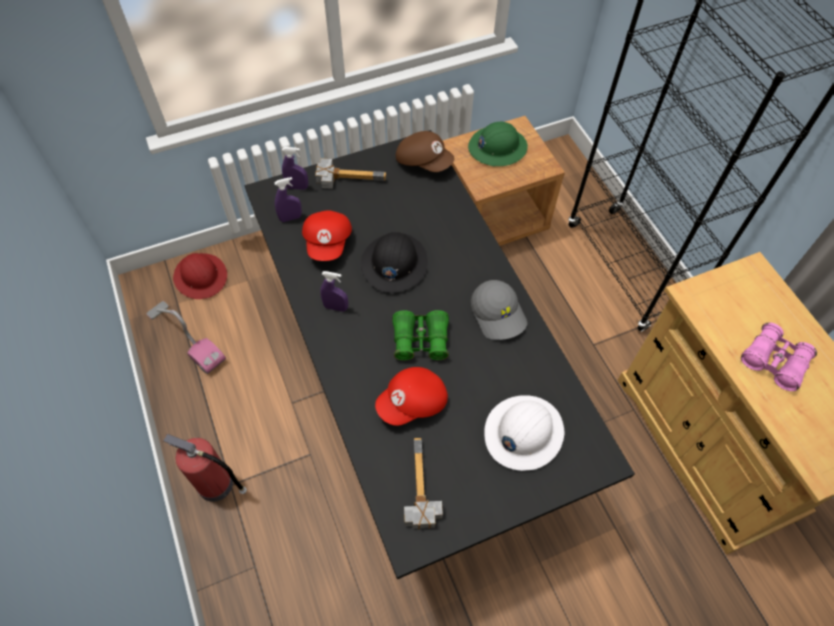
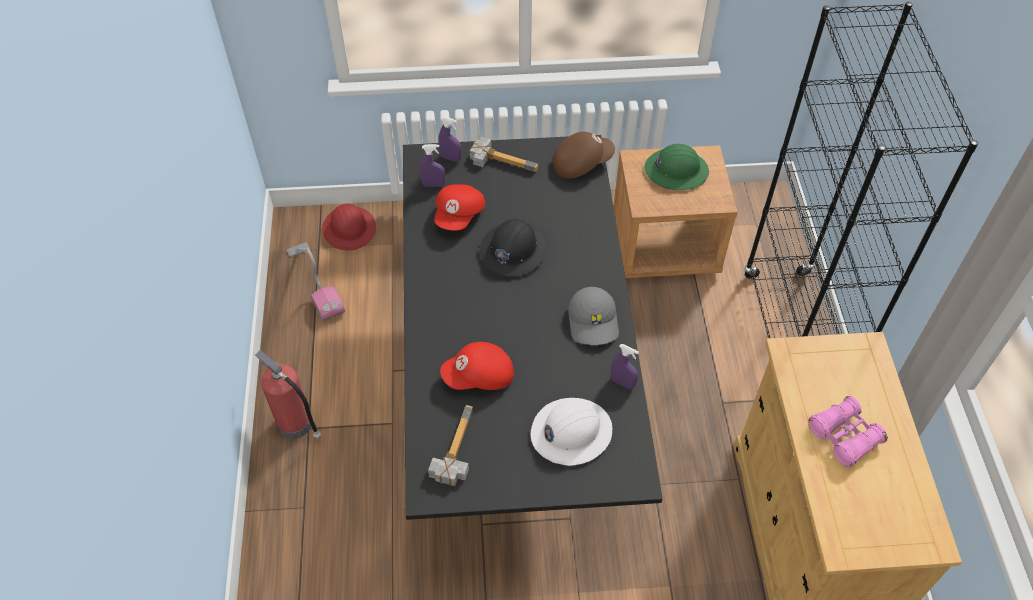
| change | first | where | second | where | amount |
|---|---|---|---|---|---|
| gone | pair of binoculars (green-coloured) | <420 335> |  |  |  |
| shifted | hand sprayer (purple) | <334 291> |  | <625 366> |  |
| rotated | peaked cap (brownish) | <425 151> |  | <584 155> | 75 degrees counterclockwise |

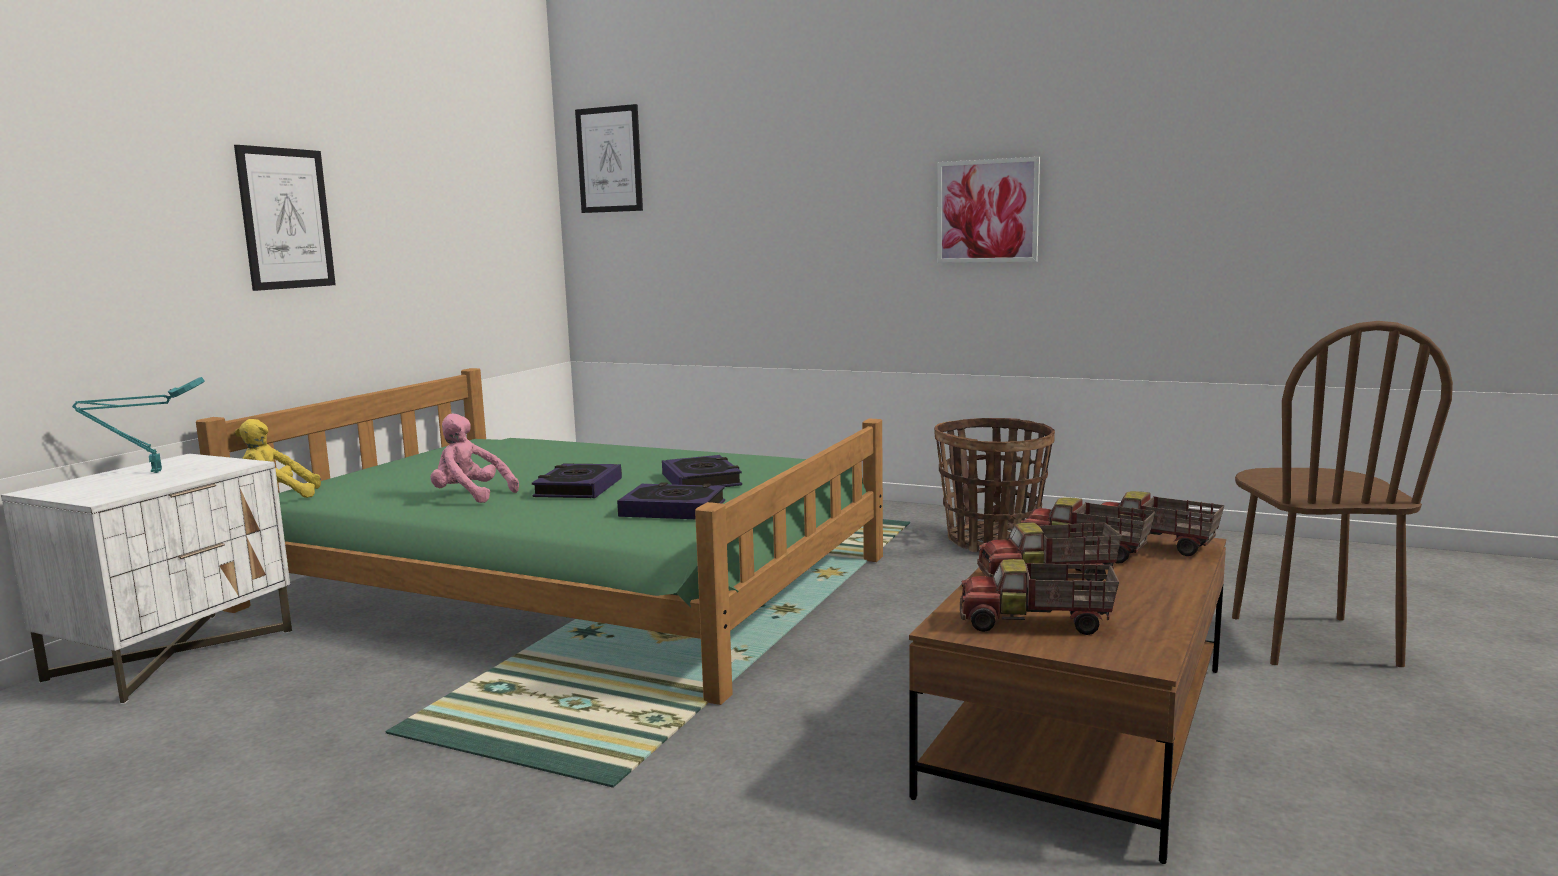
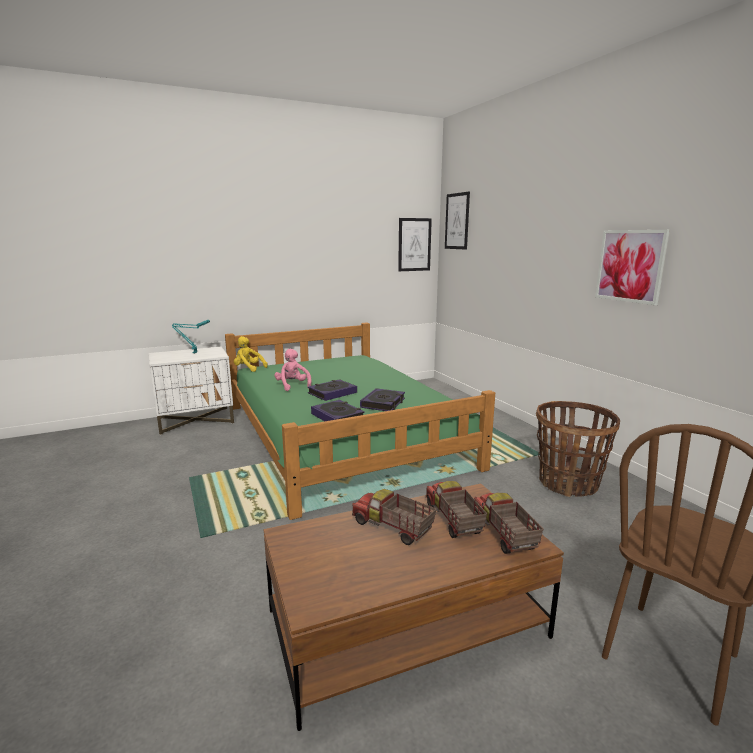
| change | first | where | second | where | amount |
|---|---|---|---|---|---|
| gone | toy truck | <1039 597> |  |  |  |
| shifted | picture | <285 218> |  | <415 244> |  |

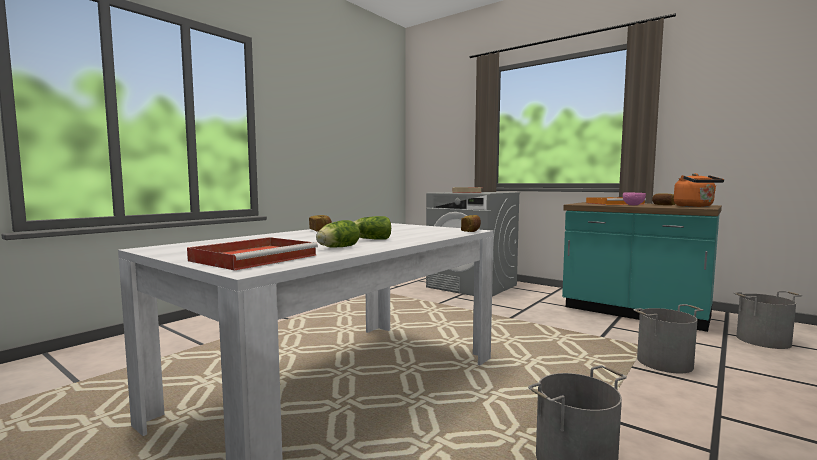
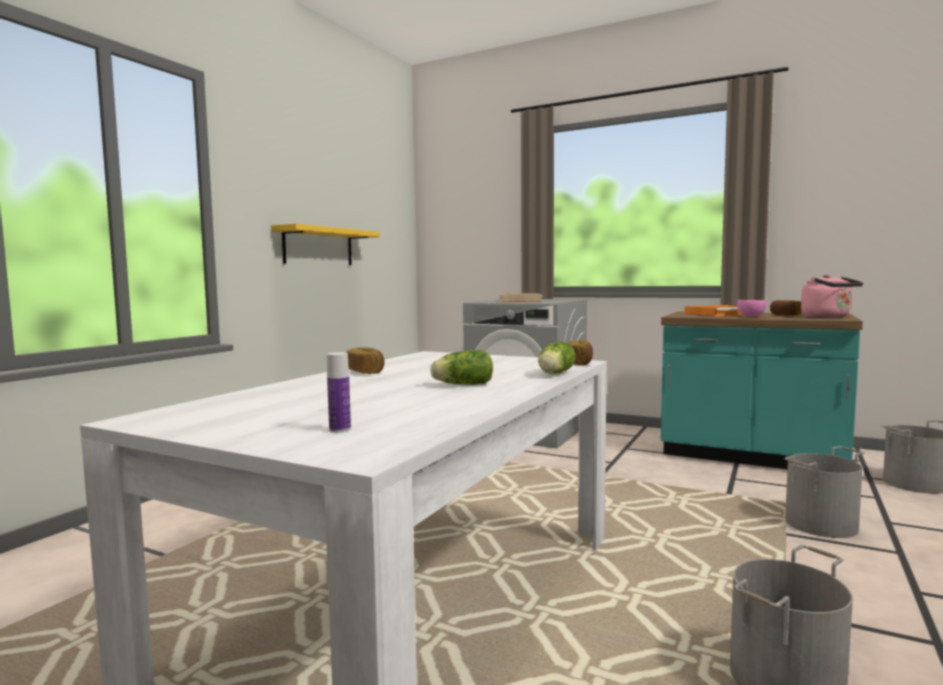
| change | first | where | second | where | amount |
|---|---|---|---|---|---|
| new |  |  | bracket shelf (yellow-coloured) | <325 244> |  |
| shifted | head of lettuce | <338 234> |  | <556 357> |  |
| swapped | serving tray (red-coloured) | <252 253> | bottle | <339 392> |  |
| repainted | tea kettle (orange) | <699 190> | tea kettle (pink-coloured) | <832 296> |  |

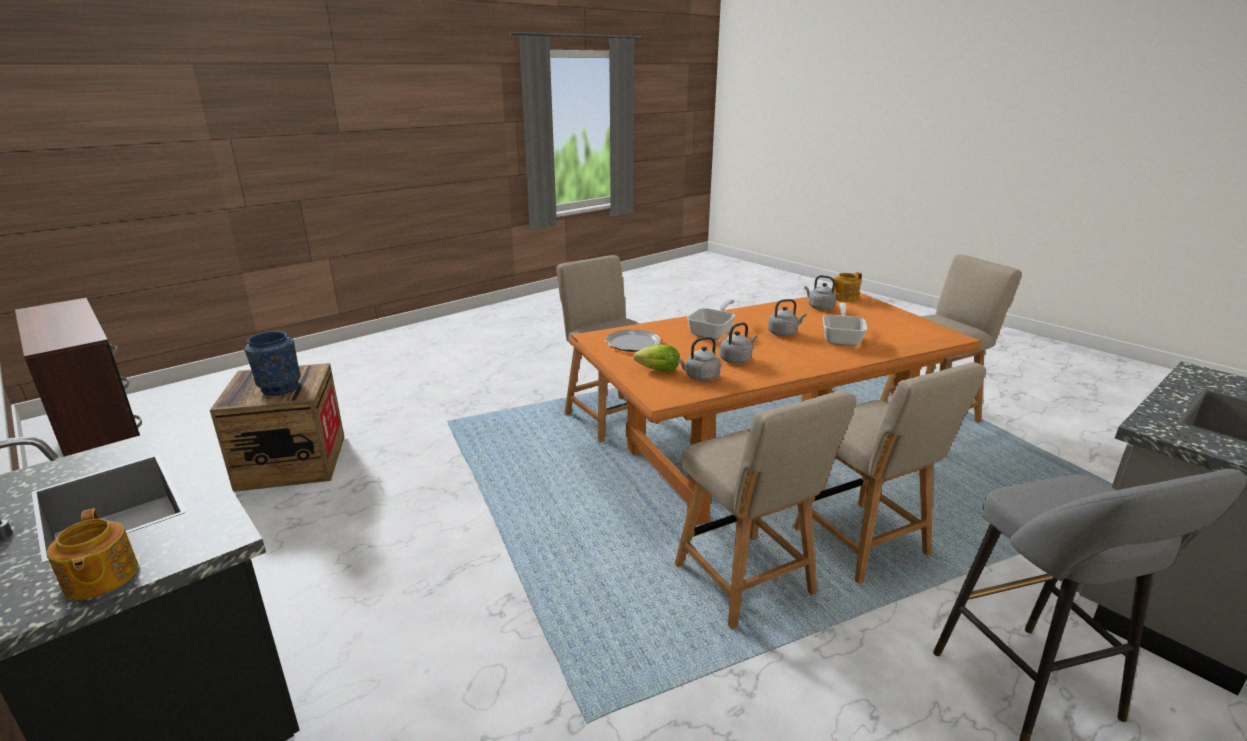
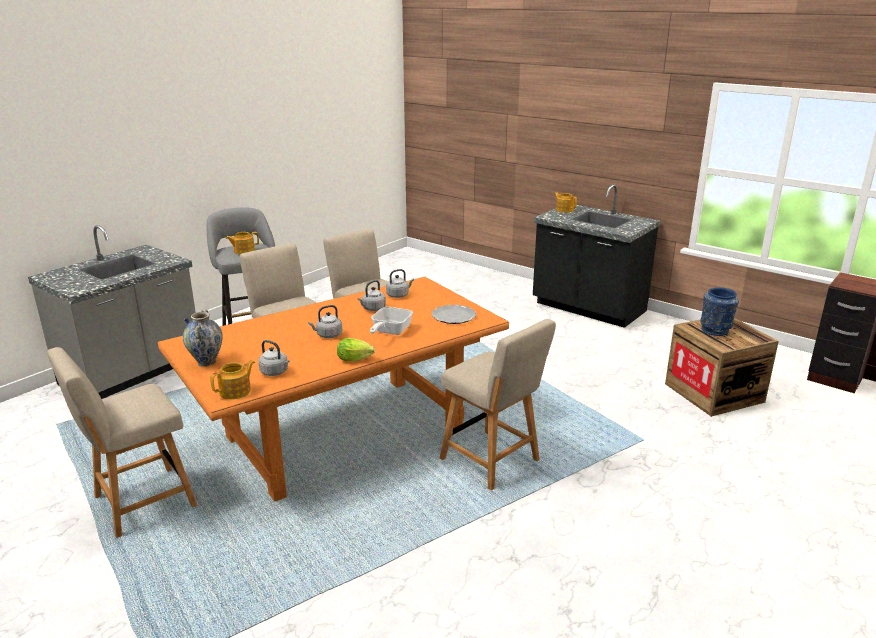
| change | first | where | second | where | amount |
|---|---|---|---|---|---|
| gone | skillet | <845 324> |  |  |  |
| new |  |  | decorative vase | <203 338> |  |
| new |  |  | teapot | <242 243> |  |
| shifted | head of lettuce | <656 358> |  | <356 349> |  |

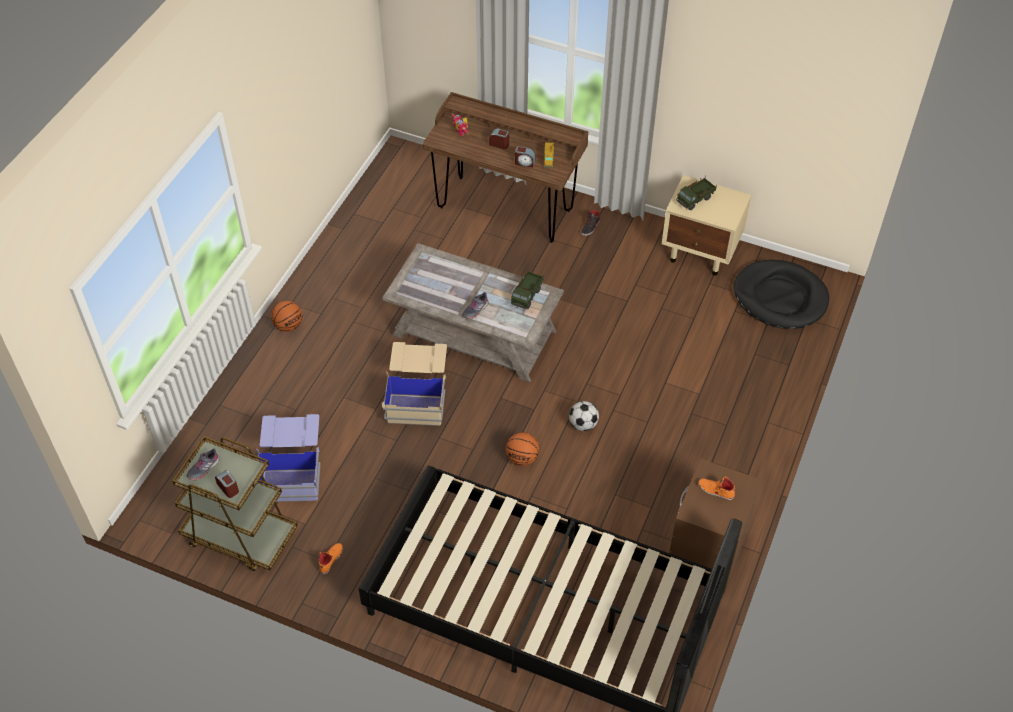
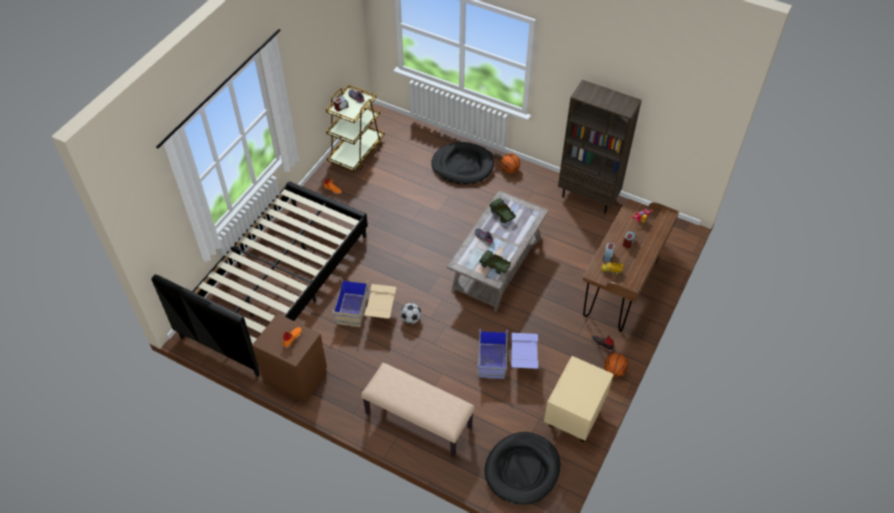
| change | first | where | second | where | amount |
|---|---|---|---|---|---|
| new |  |  | long seat (beige) | <418 409> |  |
| new |  |  | dog bed (blackish) | <462 163> |  |
| new |  |  | bookshelf (brownish) | <600 146> |  |
| shifted | storage container (blue) | <288 458> |  | <507 353> |  |
| shifted | storage container (beige) | <414 384> |  | <364 302> |  |
| shifted | basketball ball | <522 449> |  | <616 365> |  |
| shifted | toy truck | <696 194> |  | <502 210> |  |

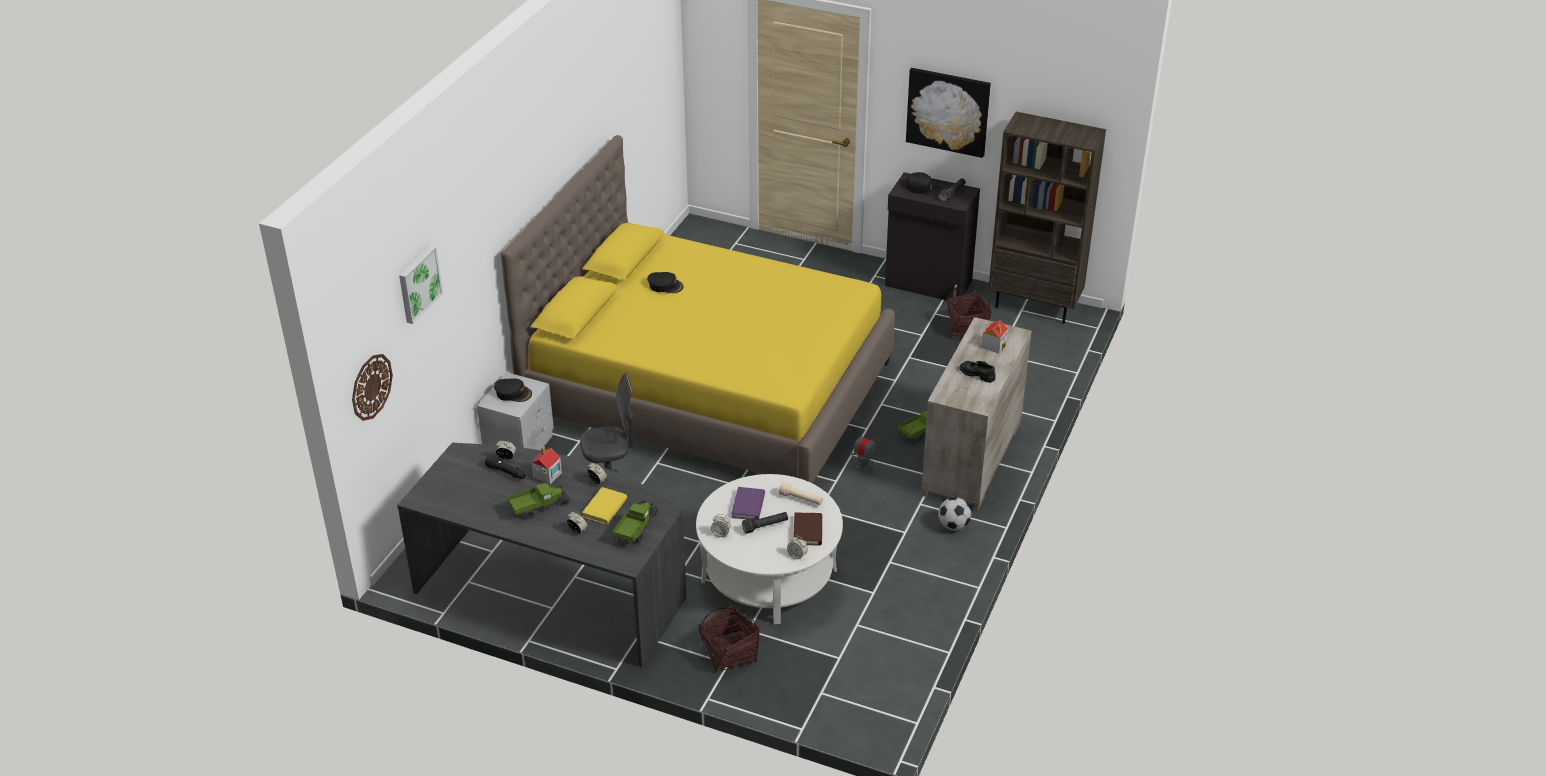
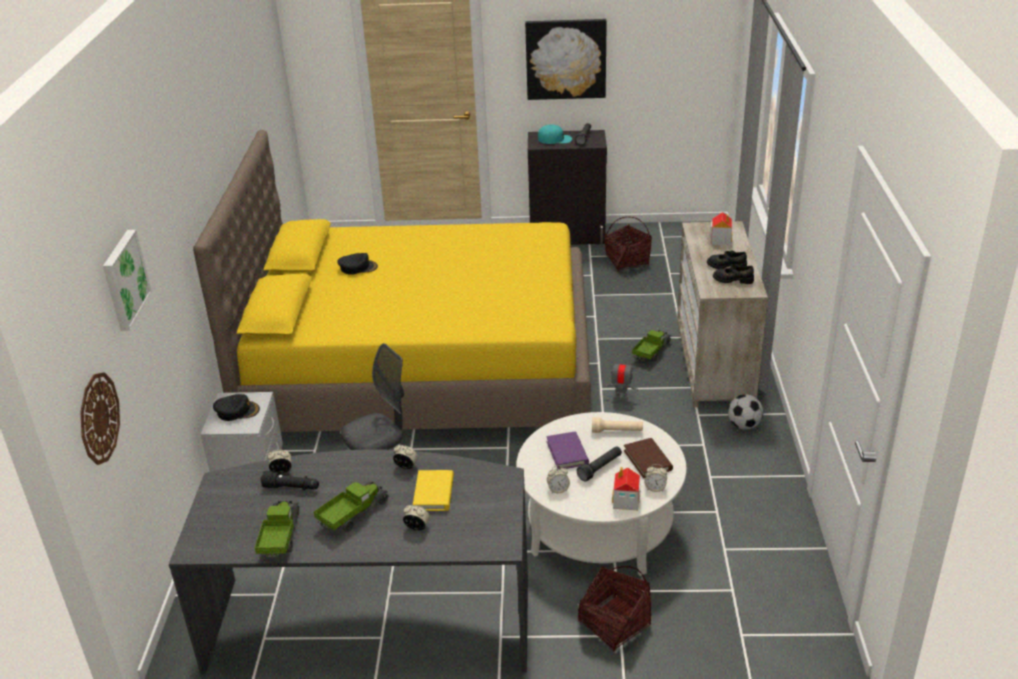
| change | first | where | second | where | amount |
|---|---|---|---|---|---|
| gone | bookshelf (brownish) | <1047 218> |  |  |  |
| new |  |  | item of footwear (blackish) | <733 274> |  |
| shifted | model house | <546 465> |  | <626 488> |  |
| shifted | toy truck | <635 522> |  | <277 529> |  |
| repainted | peaked cap (blackish) | <923 184> | peaked cap (turquoise-coloured) | <555 134> |  |

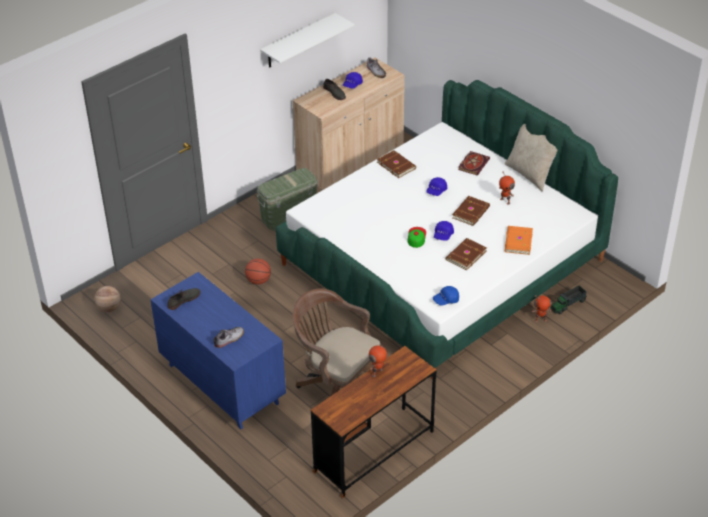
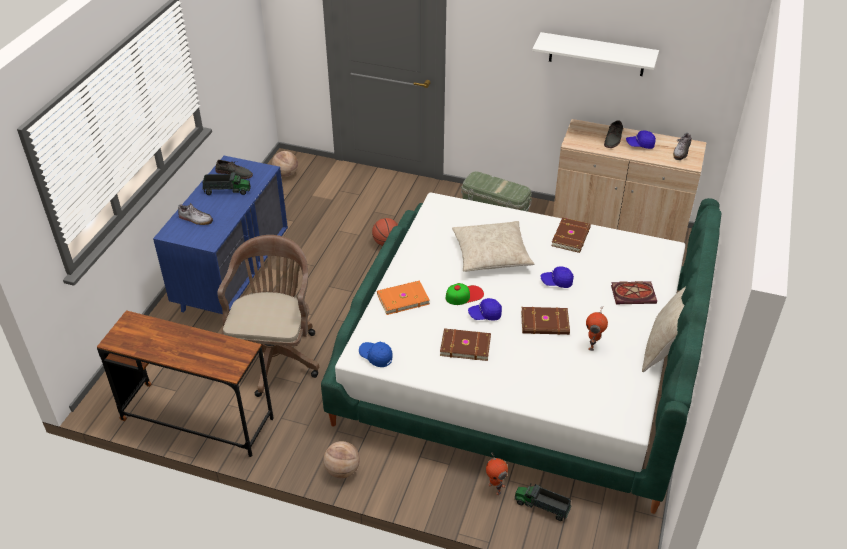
| change | first | where | second | where | amount |
|---|---|---|---|---|---|
| gone | robot figure | <378 359> |  |  |  |
| new |  |  | toy truck | <226 183> |  |
| new |  |  | basketball ball | <341 459> |  |
| new |  |  | throw pillow (beige) | <493 246> |  |
| shifted | bound book (orange) | <519 240> |  | <403 298> |  |

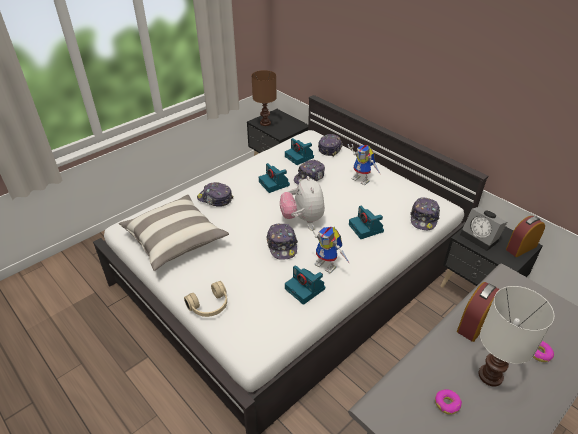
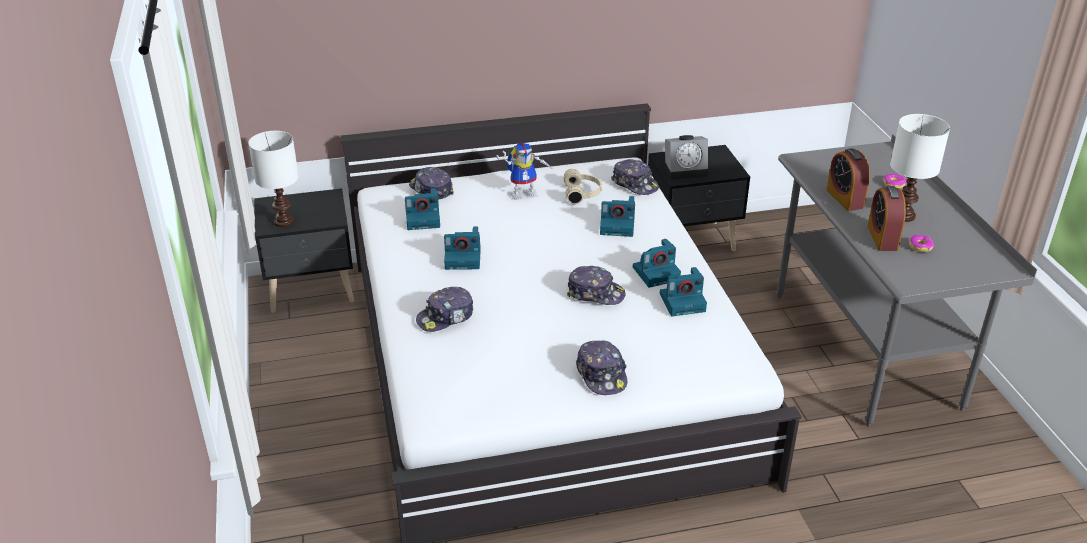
| change | first | where | second | where | amount |
|---|---|---|---|---|---|
| gone | throw pillow | <173 232> |  |  |  |
| gone | cuddly toy | <302 199> |  |  |  |
| shifted | pair of headphones (beige) | <205 299> |  | <583 187> |  |
| shifted | peaked cap | <309 172> |  | <601 368> |  |
| shifted | alarm clock | <525 236> |  | <886 218> |  |
| swapped | robot figure | <328 249> | still camera | <657 263> |  |
| repainted | lamp for a table (brownish) | <264 98> | lamp for a table (white-coloured) | <273 179> |  |

